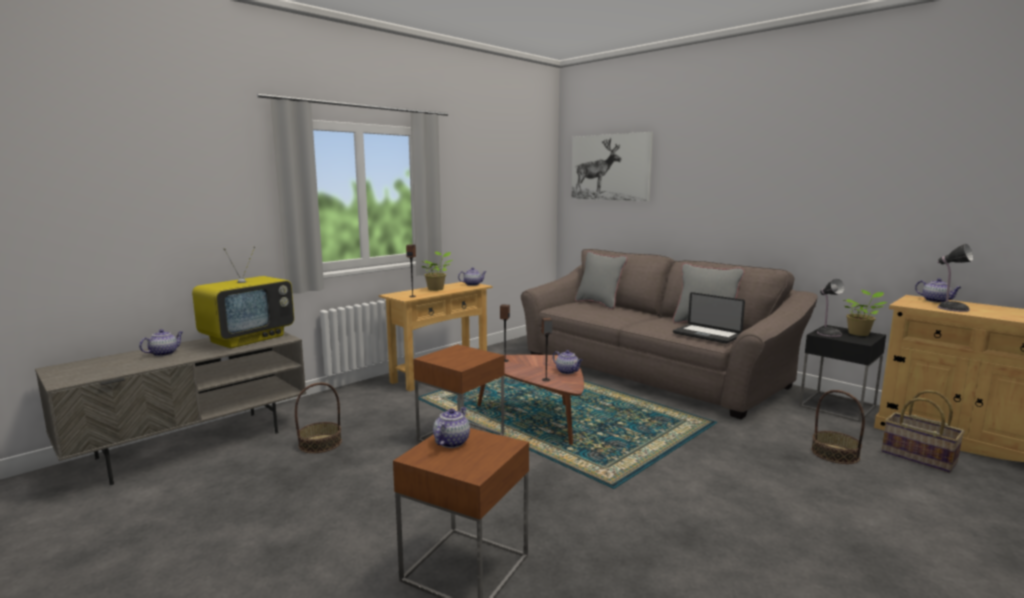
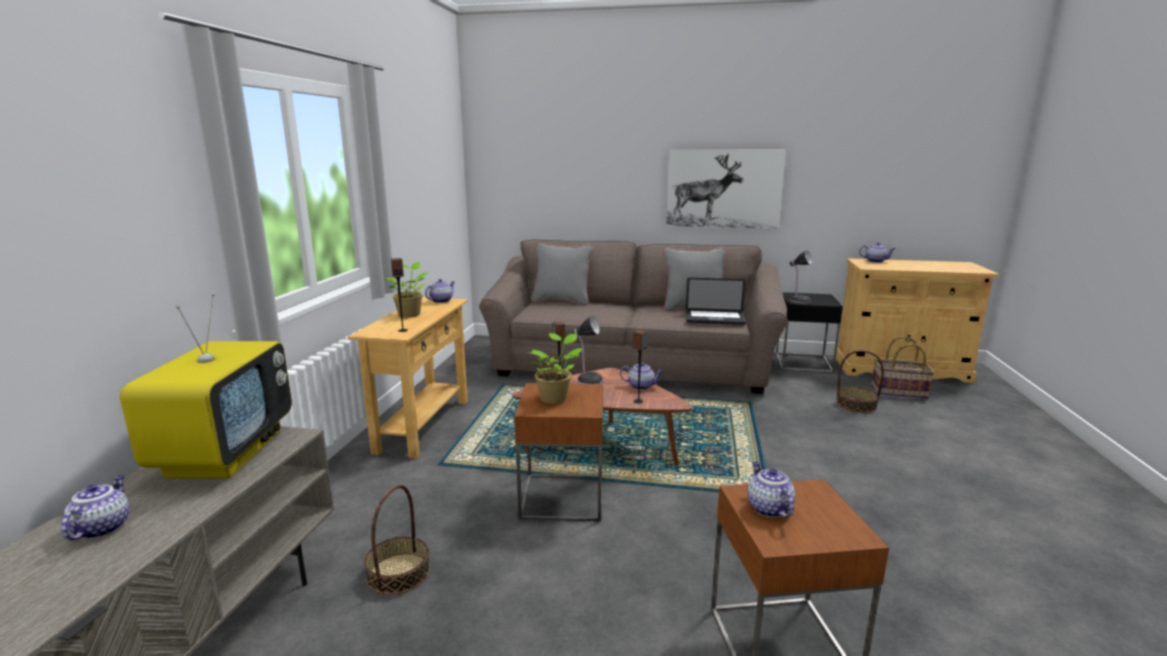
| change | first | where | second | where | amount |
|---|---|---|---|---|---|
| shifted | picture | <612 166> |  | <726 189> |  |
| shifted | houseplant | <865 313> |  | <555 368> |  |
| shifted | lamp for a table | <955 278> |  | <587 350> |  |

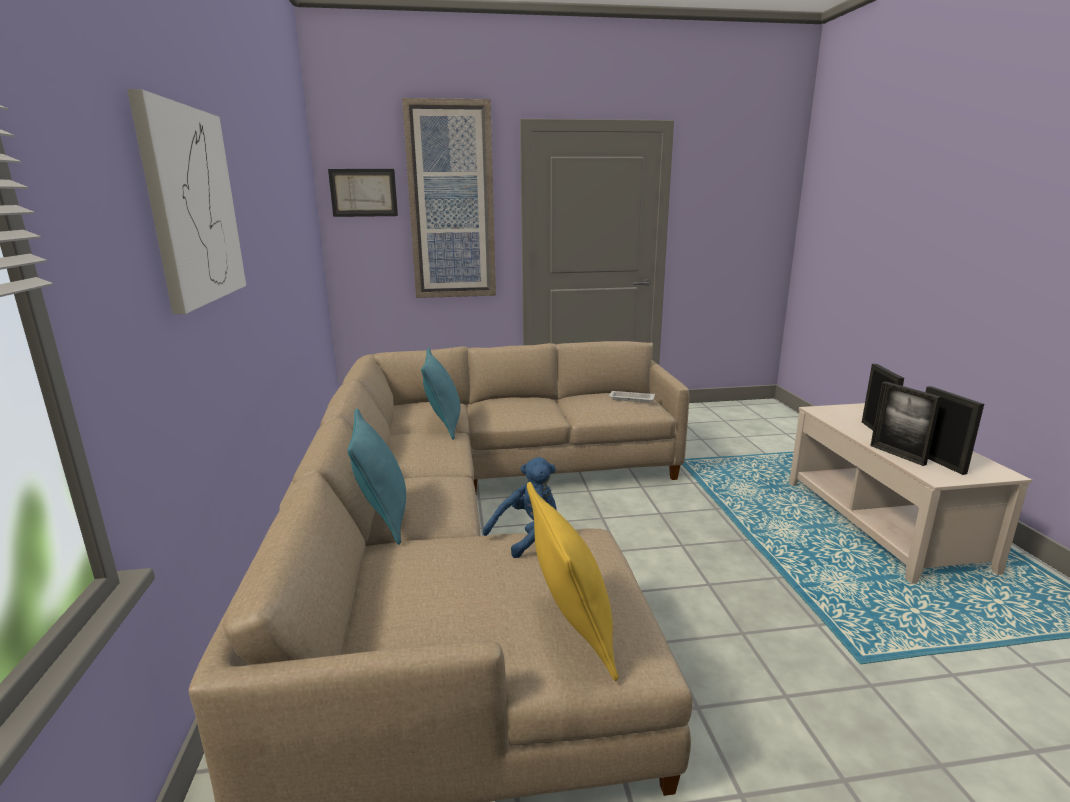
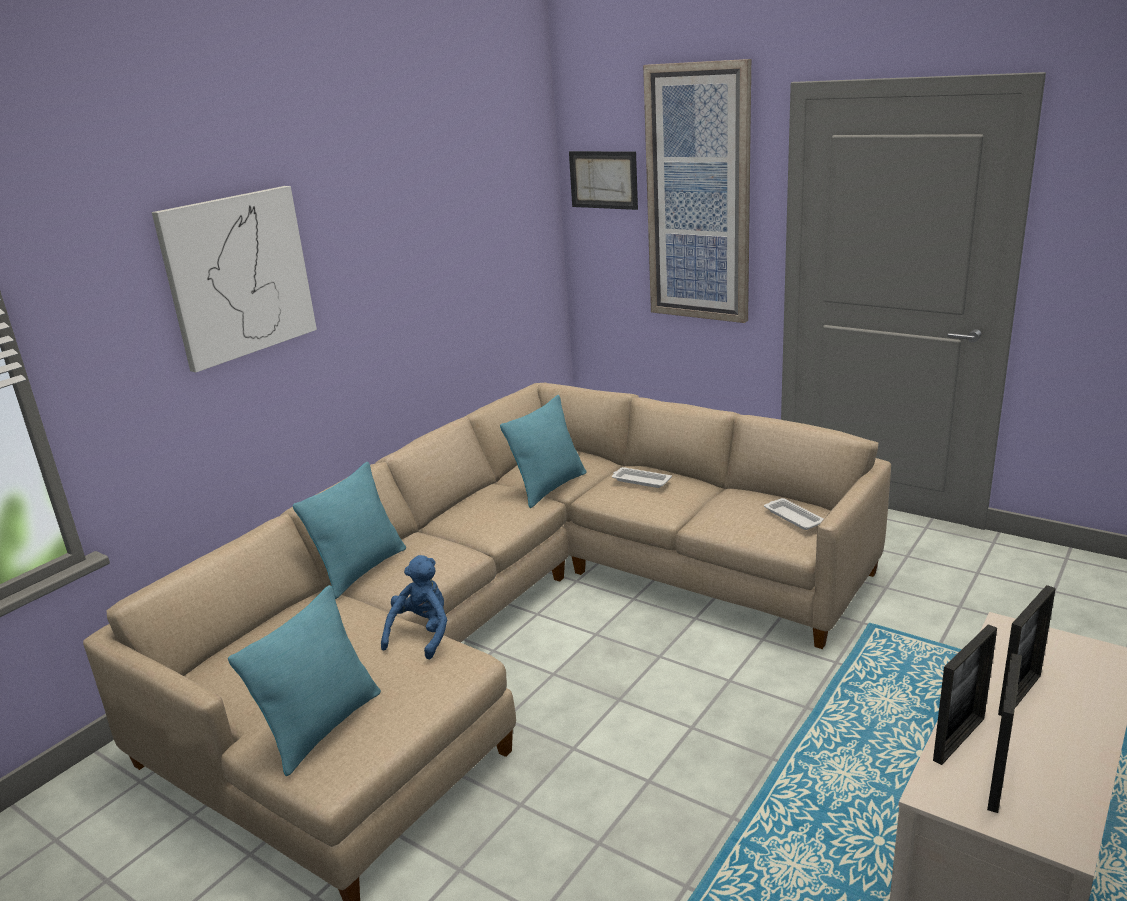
| change | first | where | second | where | amount |
|---|---|---|---|---|---|
| new |  |  | serving tray (white-coloured) | <642 477> |  |
| repainted | throw pillow (yellow-coloured) | <573 581> | throw pillow (turquoise-coloured) | <304 680> |  |
| rotated | cuddly toy (blue) | <519 507> |  | <414 607> | 75 degrees counterclockwise |
| rotated | photo frame | <905 423> |  | <965 694> | 150 degrees counterclockwise |

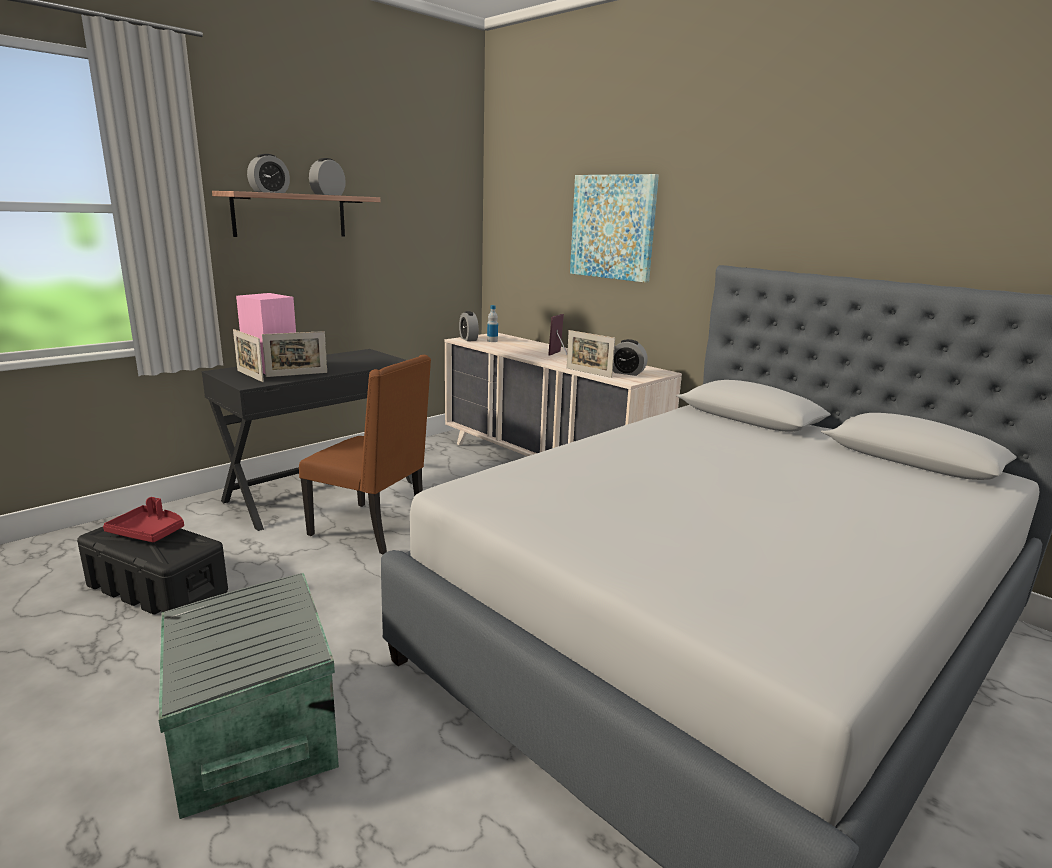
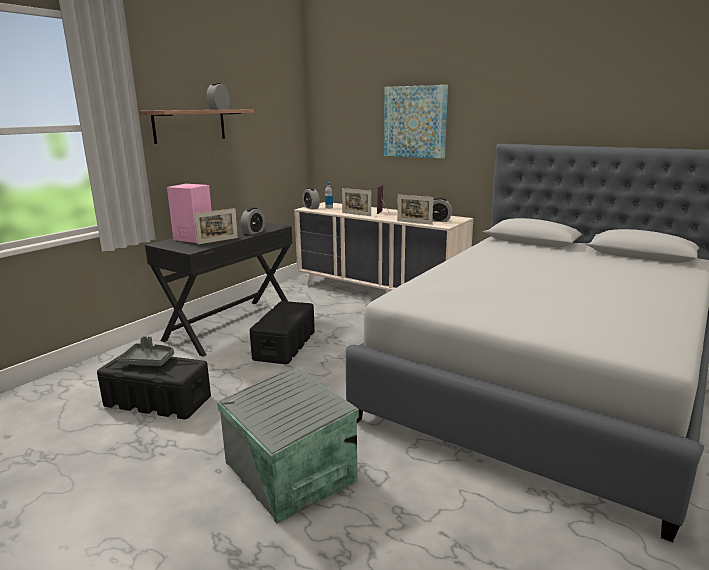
| change | first | where | second | where | amount |
|---|---|---|---|---|---|
| shifted | photo frame | <248 355> |  | <356 202> |  |
| shifted | alarm clock | <268 173> |  | <252 221> |  |
| swapped | chair (brownish) | <365 454> | storage container (blackish) | <282 332> |  |
| repainted | serving tray (red-coloured) | <143 519> | serving tray (greyish) | <145 351> |  |

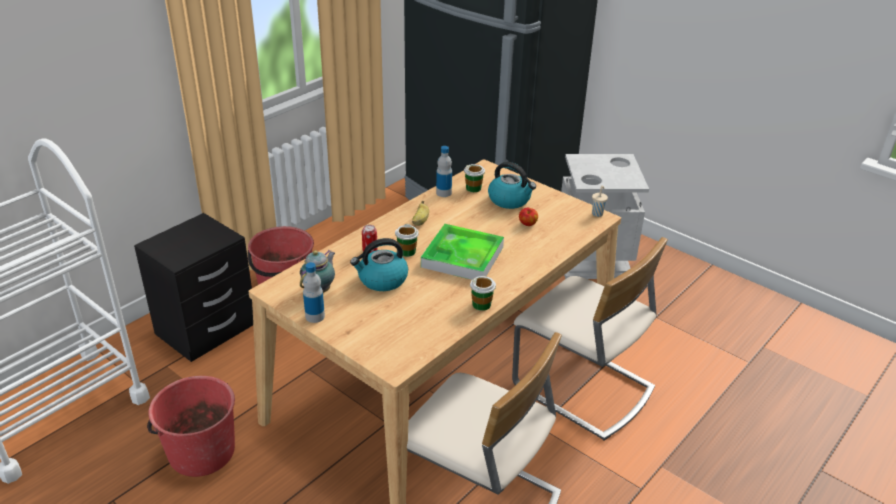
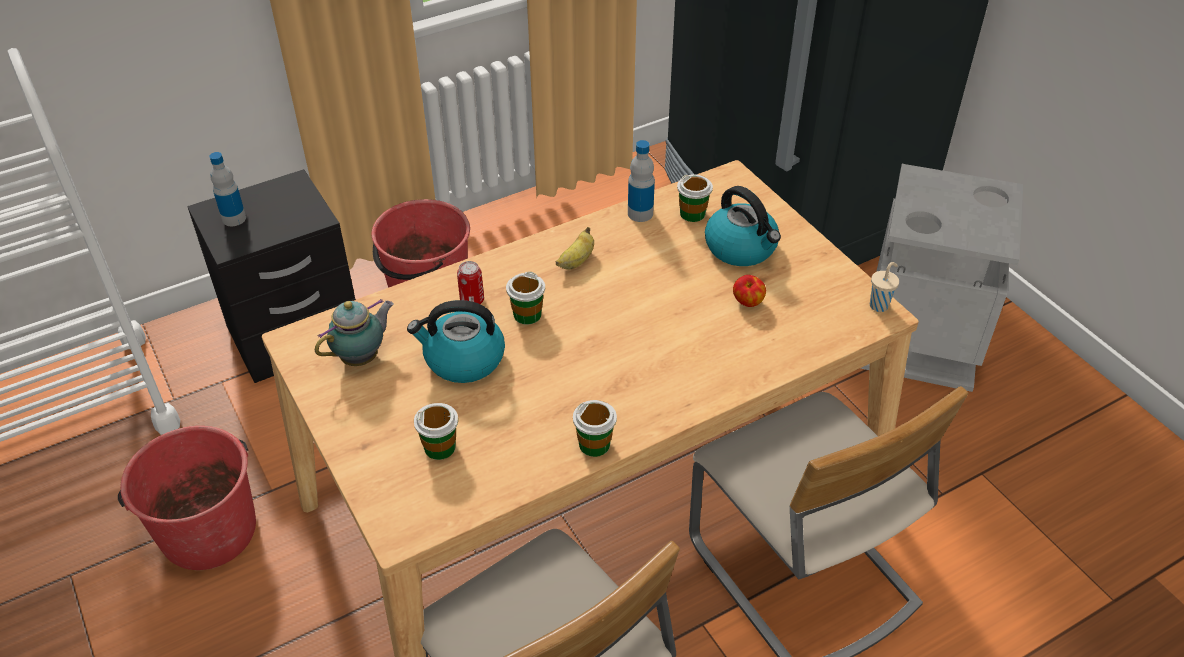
| change | first | where | second | where | amount |
|---|---|---|---|---|---|
| gone | serving tray | <462 252> |  |  |  |
| new |  |  | small cup | <436 431> |  |
| shifted | bottle | <314 292> |  | <227 189> |  |

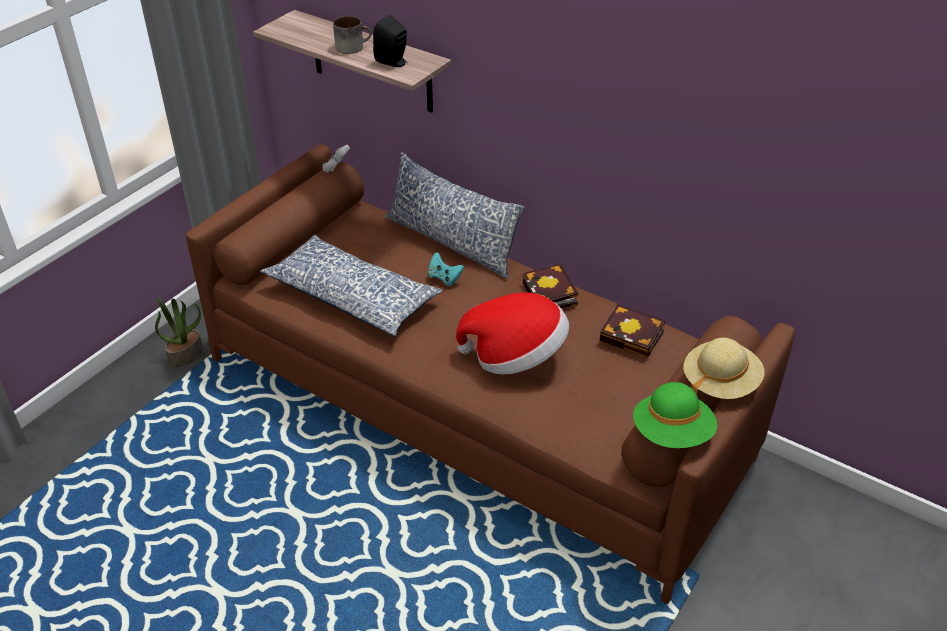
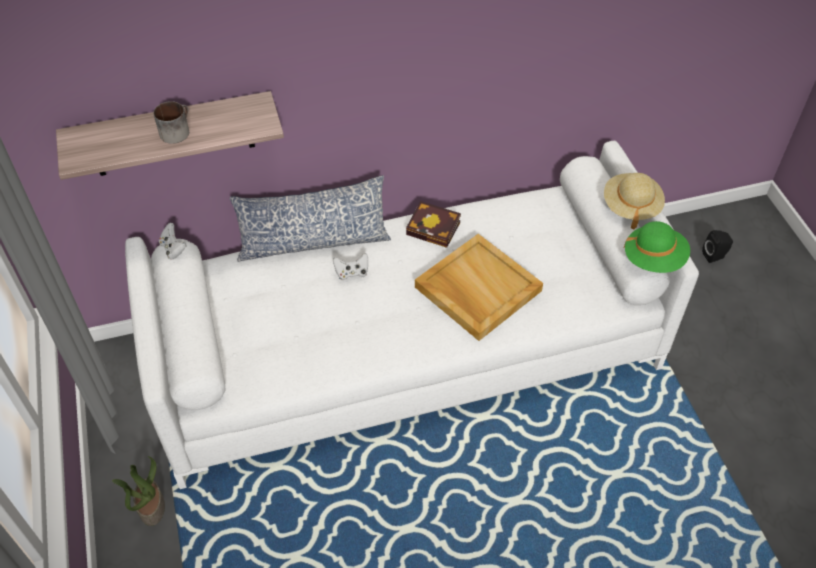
| change | first | where | second | where | amount |
|---|---|---|---|---|---|
| gone | throw pillow | <351 286> |  |  |  |
| gone | bound book | <632 331> |  |  |  |
| shifted | speaker (blackish) | <390 41> |  | <717 246> |  |
| swapped | hat | <512 334> | serving tray (beige) | <479 287> |  |
| repainted | couch (brownish) | <490 374> | couch (white-coloured) | <412 315> |  |
| repainted | joypad (turquoise-coloured) | <446 269> | joypad (white-coloured) | <350 266> |  |

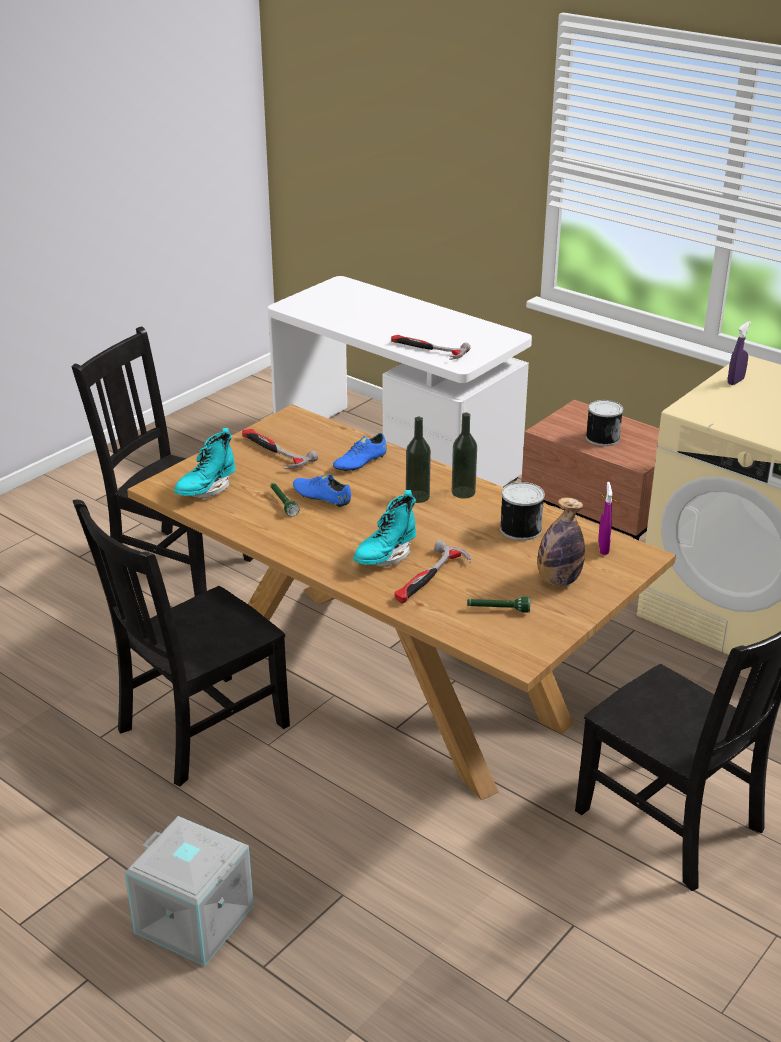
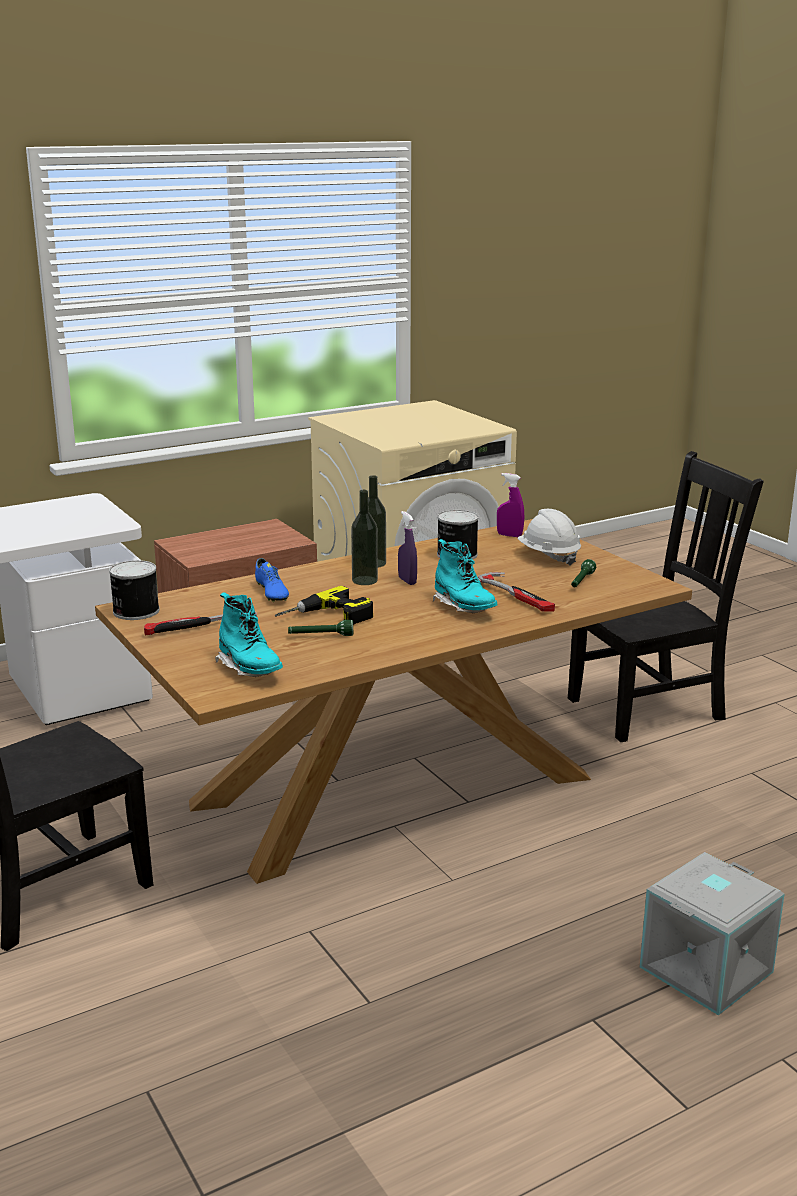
| change | first | where | second | where | amount |
|---|---|---|---|---|---|
| gone | chair (blackish) | <181 643> |  |  |  |
| gone | hammer | <431 347> |  |  |  |
| shifted | can | <604 423> |  | <134 590> |  |
| shifted | hand sprayer (purple) | <739 353> |  | <407 548> |  |
| swapped | item of footwear (blue) | <322 491> | electric drill | <324 605> |  |
| swapped | bottle | <561 541> | safety helmet (white-coloured) | <549 537> |  |

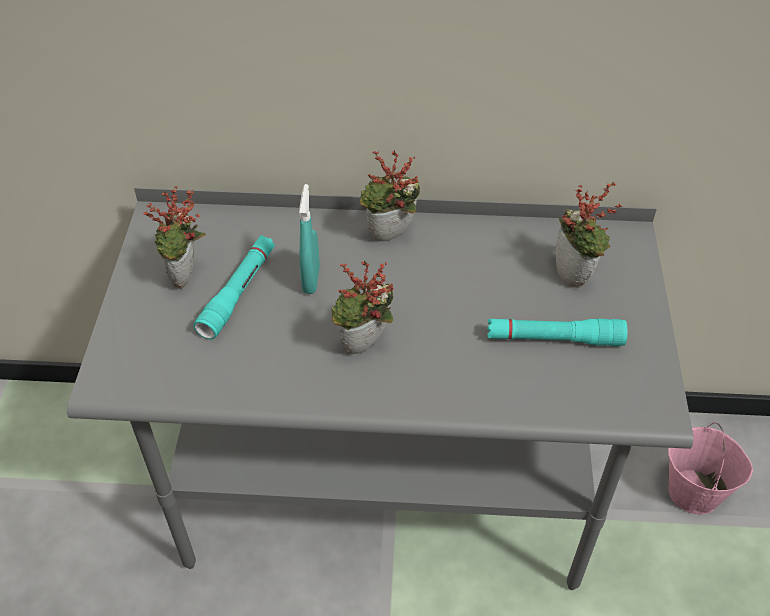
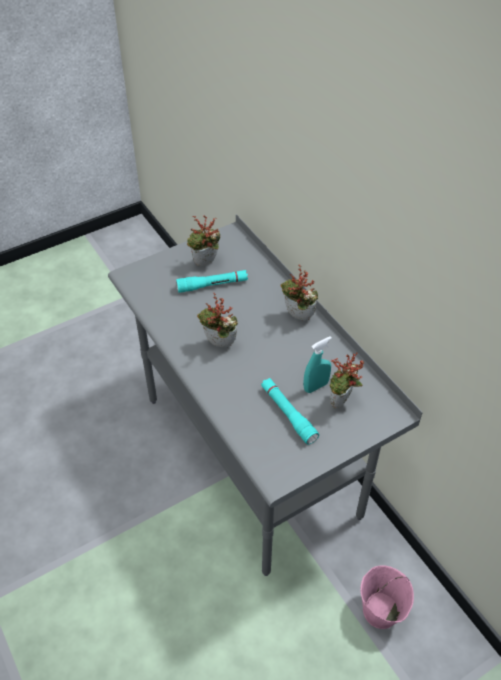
| change | first | where | second | where | amount |
|---|---|---|---|---|---|
| shifted | hand sprayer (turquoise-coloured) | <309 239> |  | <318 364> |  |

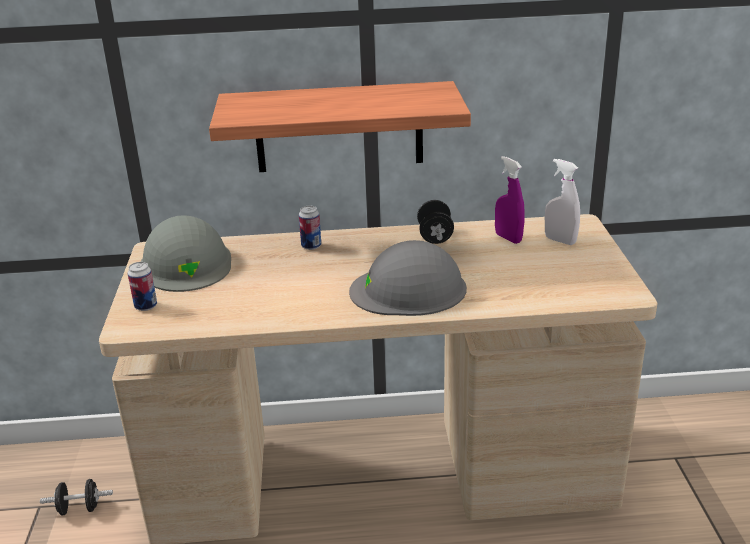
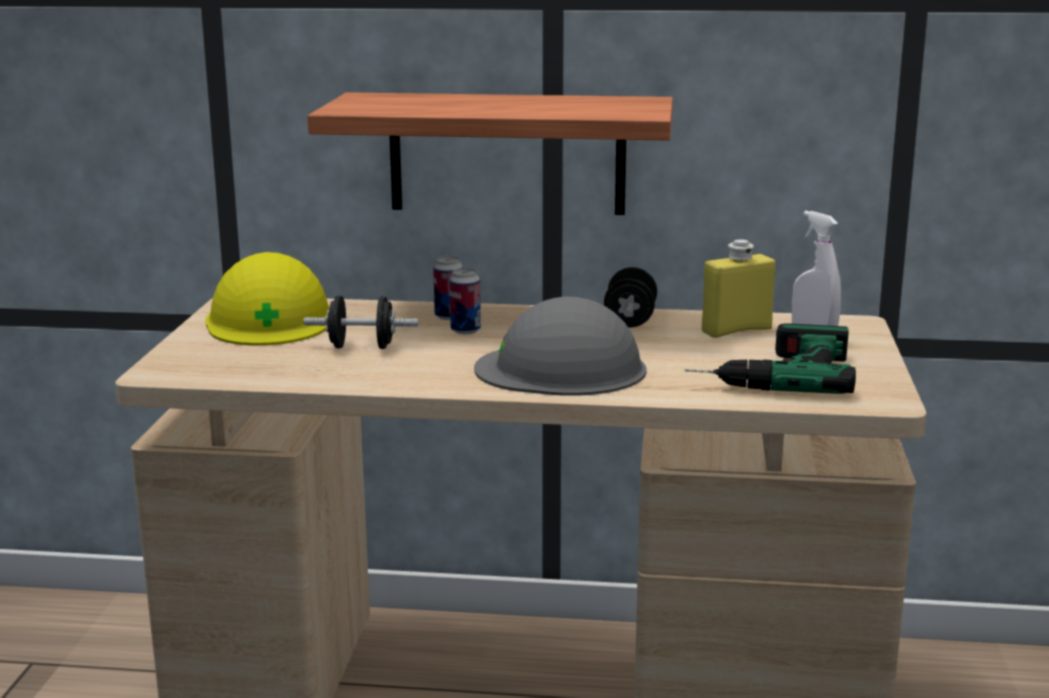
| change | first | where | second | where | amount |
|---|---|---|---|---|---|
| new |  |  | electric drill | <770 358> |  |
| shifted | hand weight (blackish) | <76 497> |  | <361 322> |  |
| shifted | can | <142 286> |  | <465 301> |  |
| swapped | hand sprayer (purple) | <510 200> | bottle (yellow-coloured) | <739 288> |  |
| repainted | safety helmet (greyish) | <186 253> | safety helmet (yellow-coloured) | <267 299> |  |

